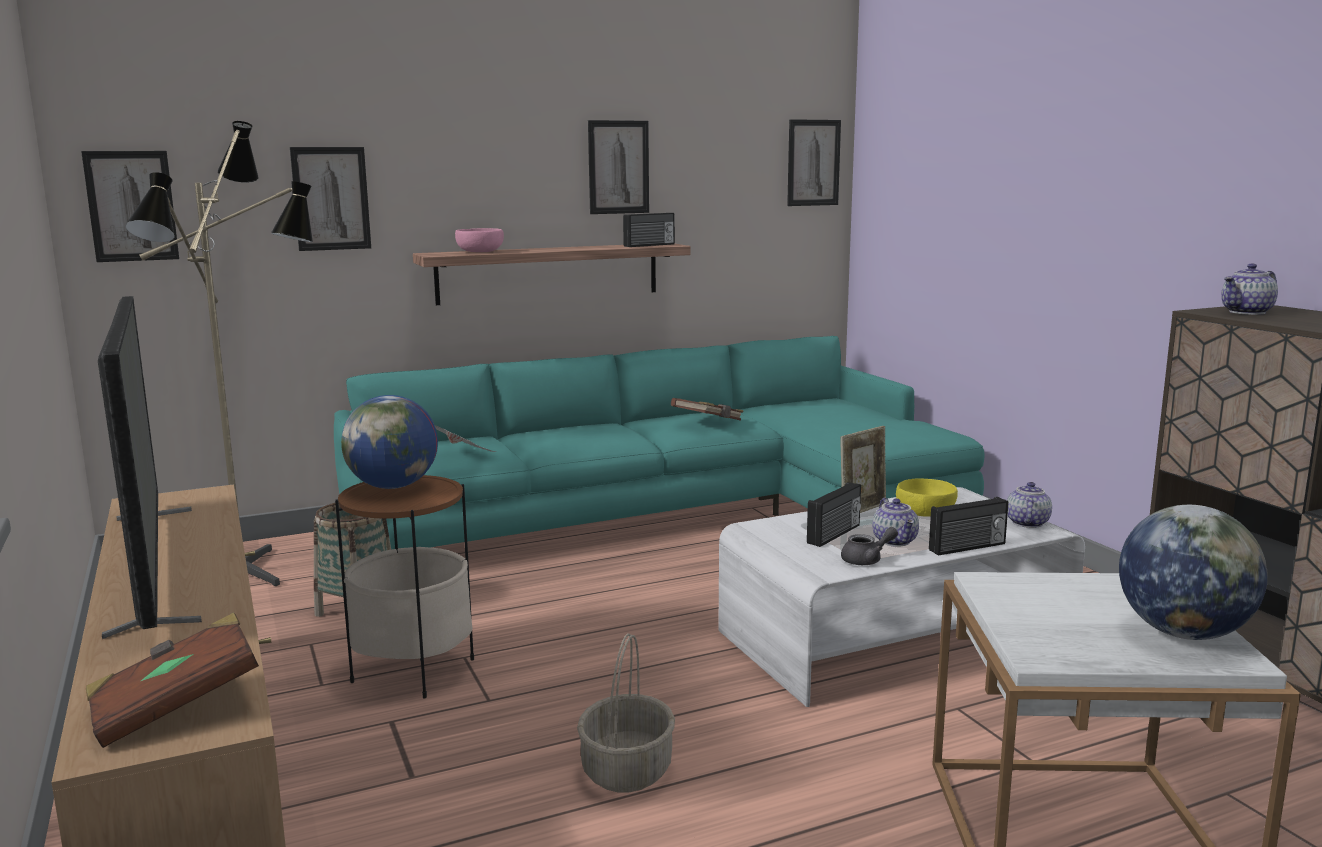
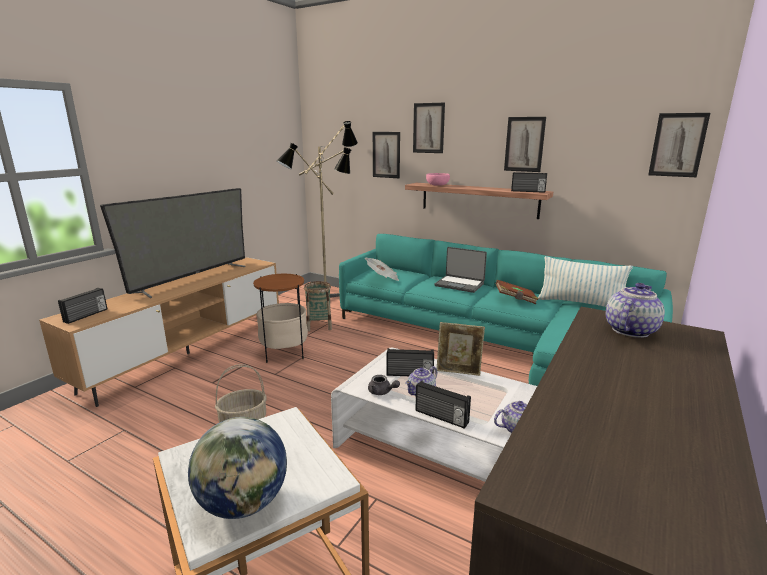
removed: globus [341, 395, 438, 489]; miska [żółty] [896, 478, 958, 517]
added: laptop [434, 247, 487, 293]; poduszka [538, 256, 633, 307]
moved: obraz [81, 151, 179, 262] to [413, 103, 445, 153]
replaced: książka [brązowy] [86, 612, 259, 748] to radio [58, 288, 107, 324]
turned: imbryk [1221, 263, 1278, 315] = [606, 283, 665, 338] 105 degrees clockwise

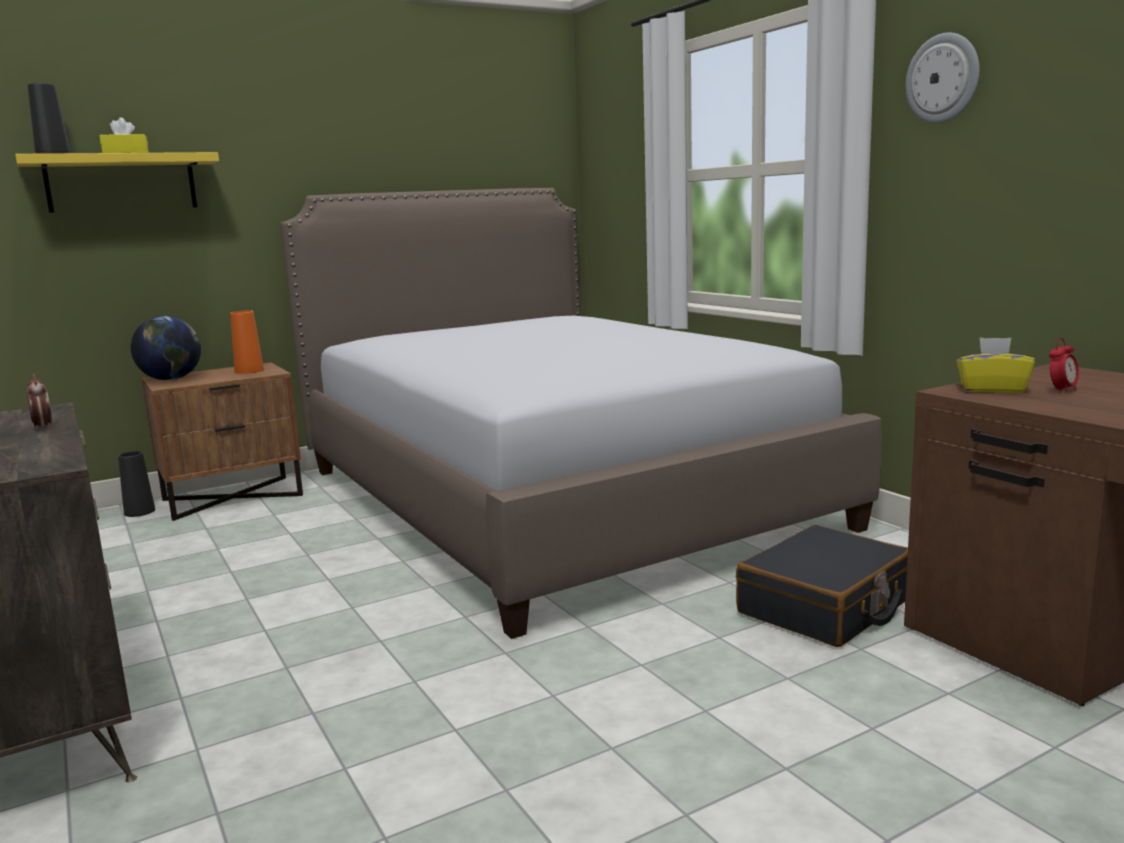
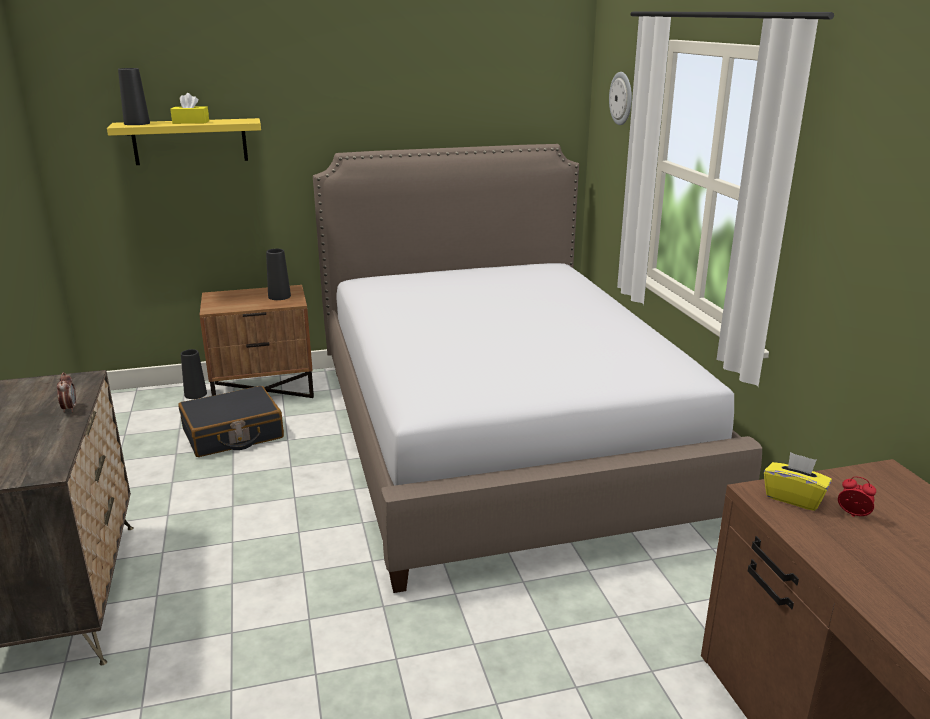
removed: globus [131, 316, 201, 380]
moved: zegar ścienny [906, 33, 980, 123] to [609, 72, 632, 125]; walizka [czarny] [736, 525, 908, 647] to [178, 386, 284, 457]
recoloured: wazon [pomarańczowy] [230, 310, 264, 374] to wazon [czarny] [266, 249, 291, 300]
turned: budzik [1049, 338, 1079, 393] = [838, 476, 876, 517] 120 degrees counterclockwise

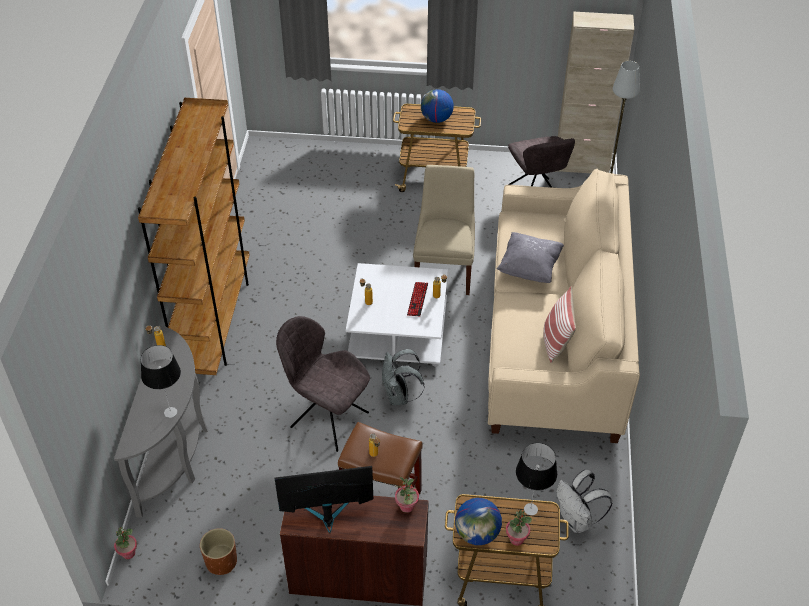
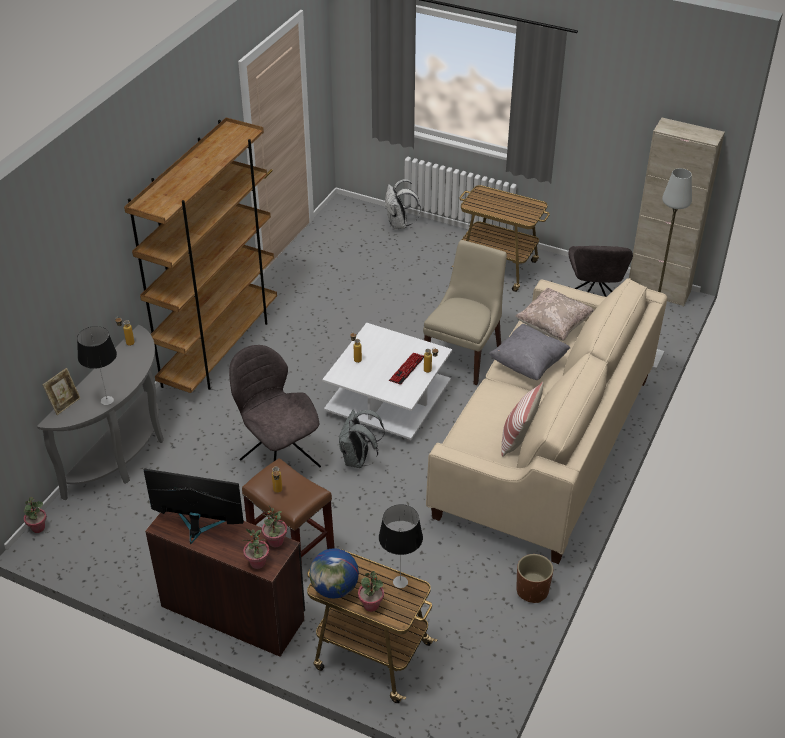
removed: globus [421, 89, 454, 123]
added: poduszka [beżowy] [516, 288, 594, 341]; ramka na zdjęcie [43, 368, 80, 415]; roślina doniczkowa [243, 529, 269, 569]
moved: plecak [biały] [556, 470, 612, 533] to [385, 179, 421, 230]; donica [brązowy] [200, 528, 237, 575] to [516, 554, 553, 603]

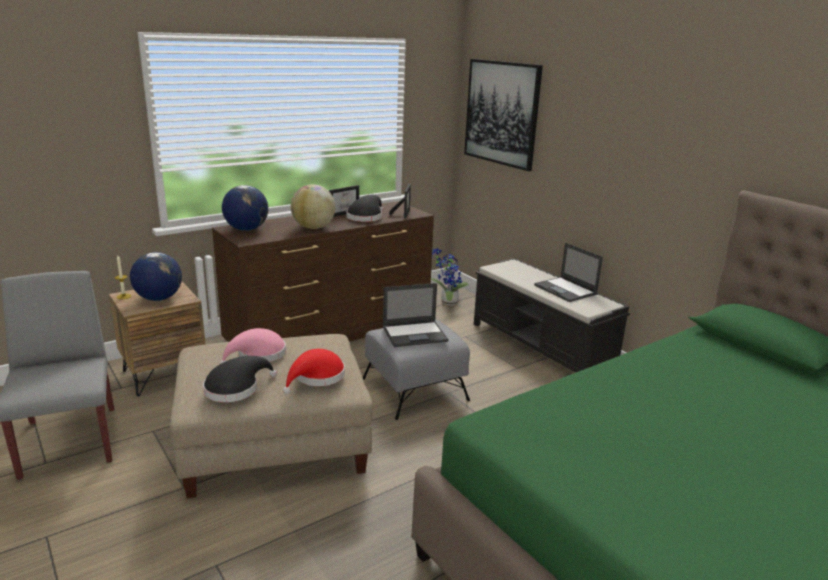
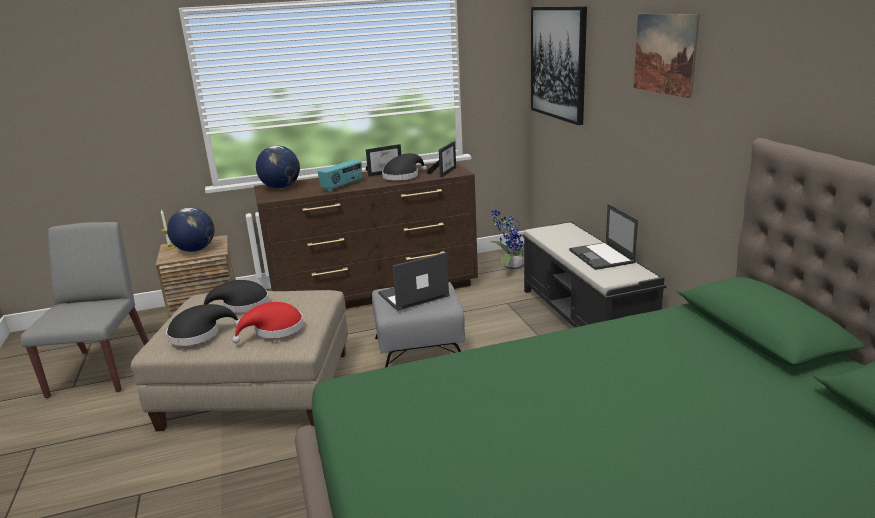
added: obraz [634, 14, 700, 98]
replaced: globus [291, 184, 335, 229] to radio [317, 160, 362, 192]
recoloured: kapelusz [różowy] [219, 328, 286, 365] to kapelusz [czarny] [204, 280, 269, 313]
turned: laptop [383, 283, 449, 347] = [378, 252, 450, 311] 150 degrees clockwise

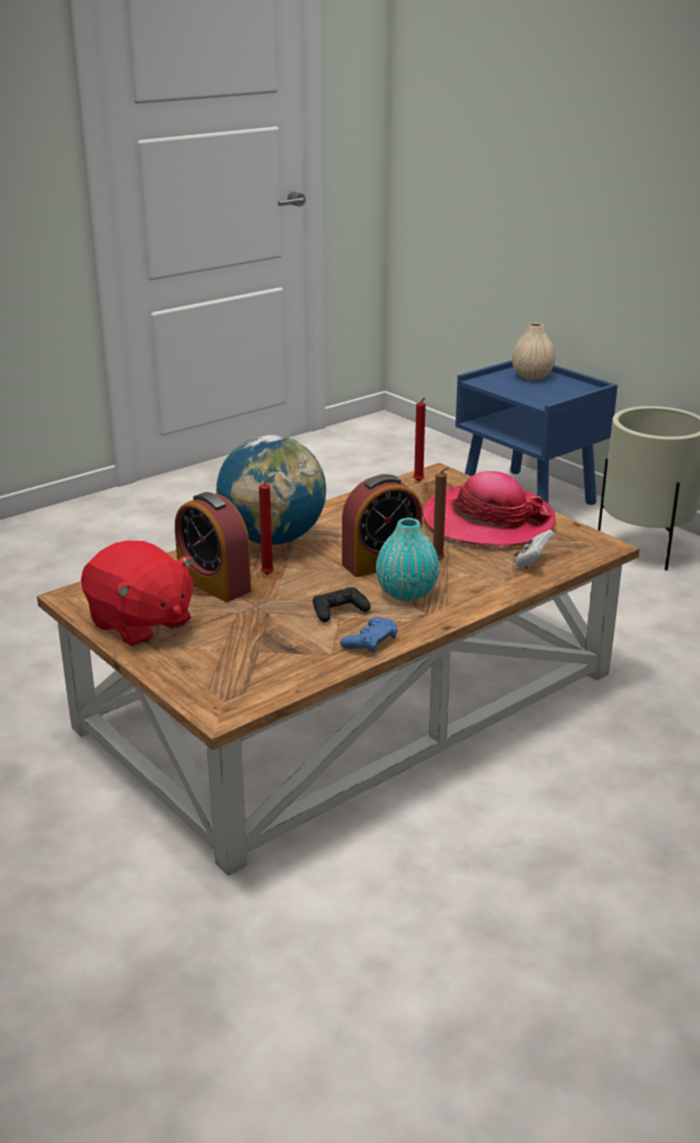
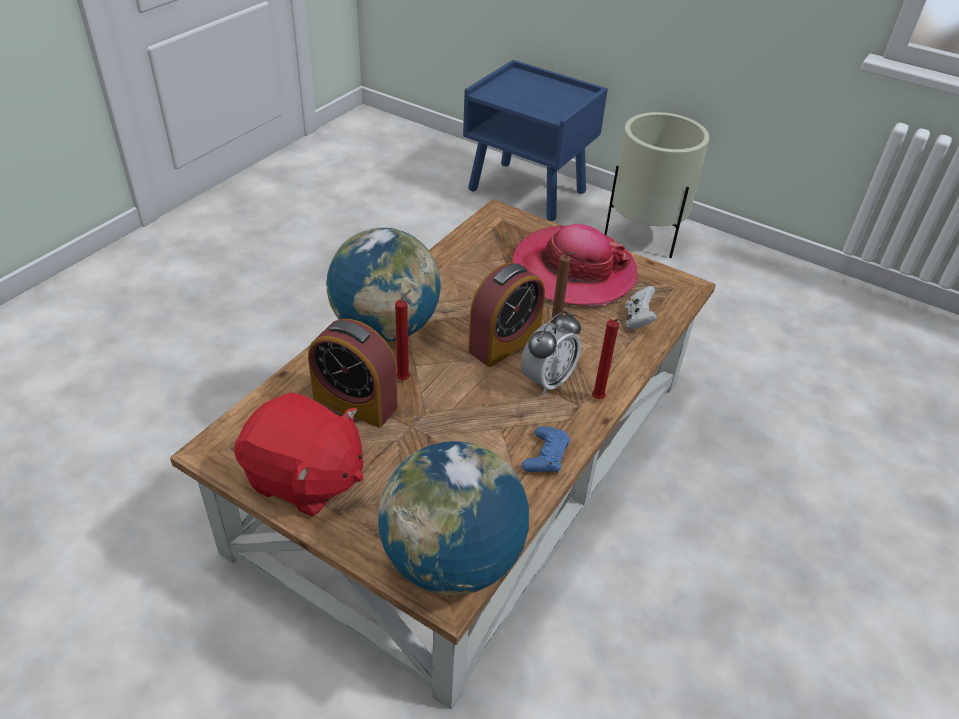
removed: wazon [beżowy] [512, 323, 555, 380]; pad do gier [czarny] [313, 587, 371, 622]
added: globus [378, 441, 529, 595]
moved: świeca [czerwony] [413, 398, 426, 482] to [592, 319, 624, 399]
replaced: wazon [turkusowy] [376, 518, 440, 601] to budzik [521, 311, 581, 395]

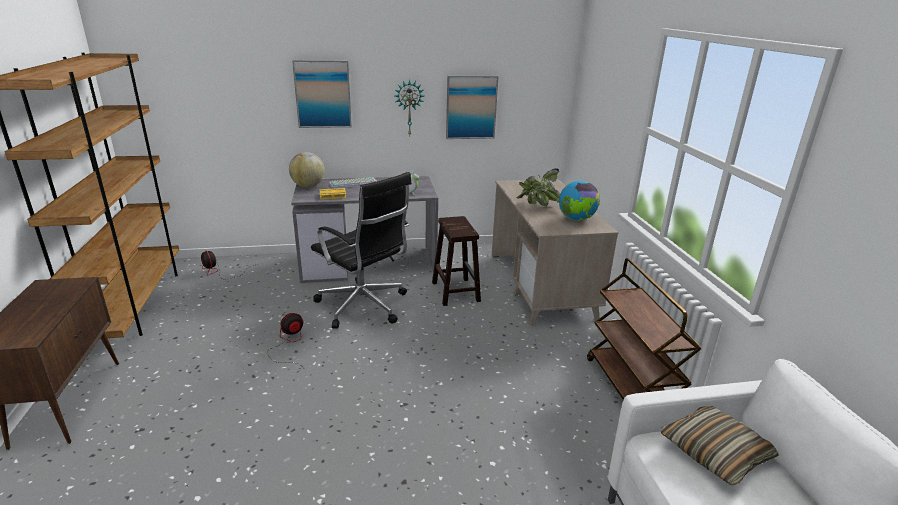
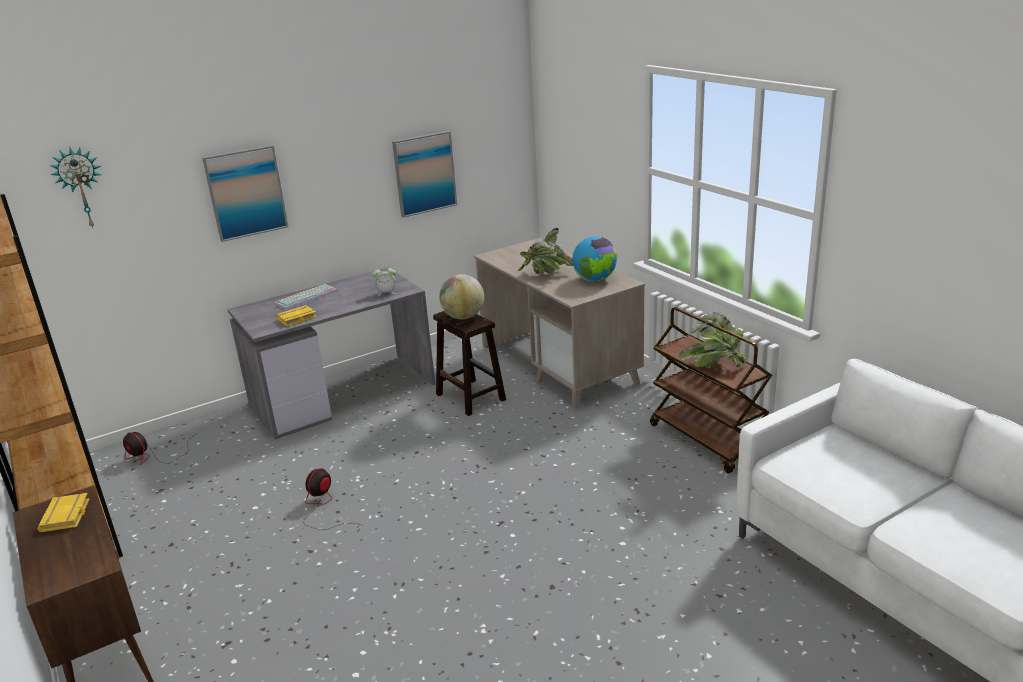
removed: krzesło biurowe [czarny] [311, 172, 412, 329]; poduszka [660, 406, 779, 485]
added: roślina doniczkowa [678, 312, 748, 368]; książka [żółty] [37, 493, 90, 532]
moved: zegar ścienny [395, 80, 424, 136] to [49, 147, 101, 228]; globus [289, 152, 325, 187] to [439, 274, 484, 319]

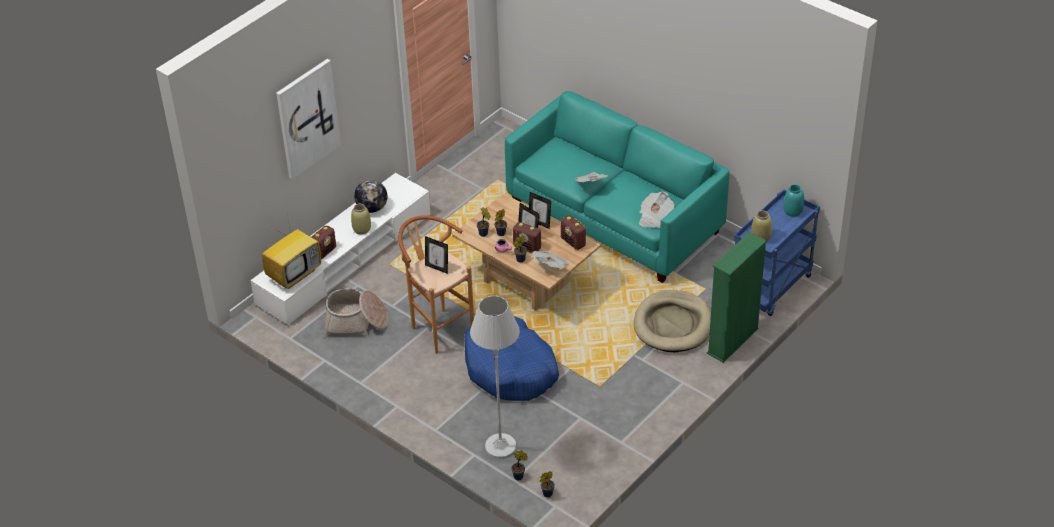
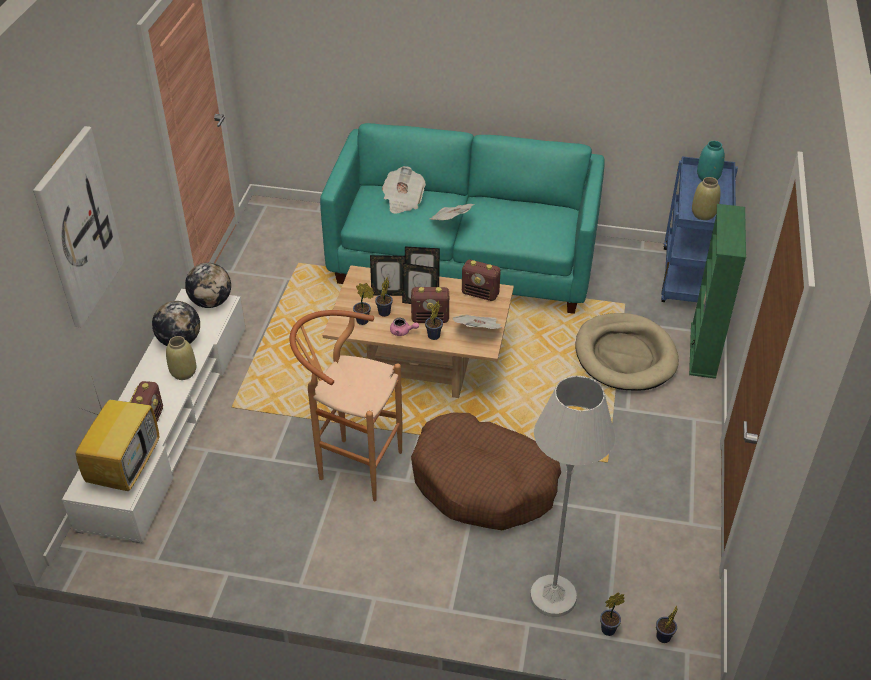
removed: koszyk [324, 288, 388, 338]
added: globus [185, 263, 231, 308]
moved: gazeta [639, 192, 674, 228] to [382, 166, 426, 213]; ramka na zdjęcie [425, 236, 448, 274] to [370, 255, 406, 296]
recoloured: legowisko [niebieski] [464, 315, 559, 401] to legowisko [brązowy] [411, 413, 561, 530]

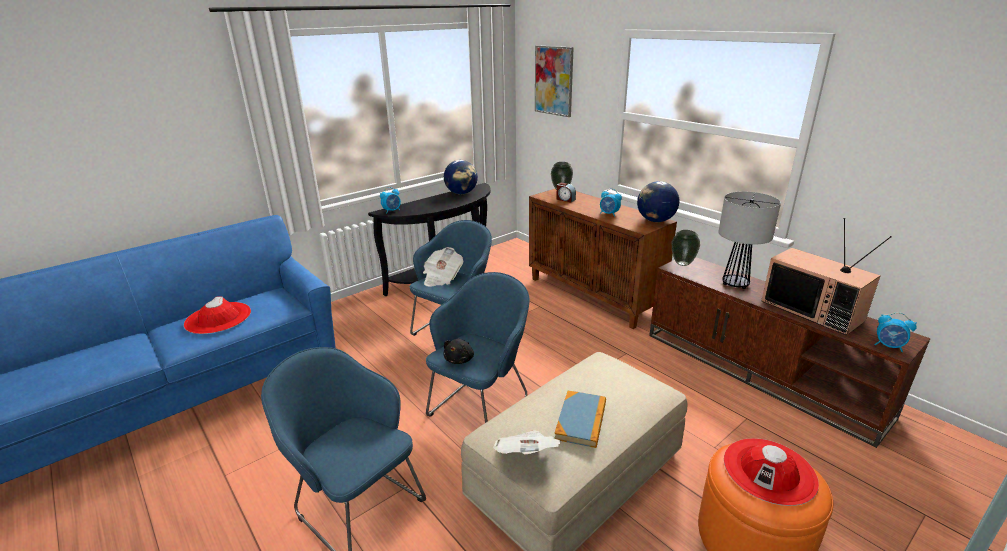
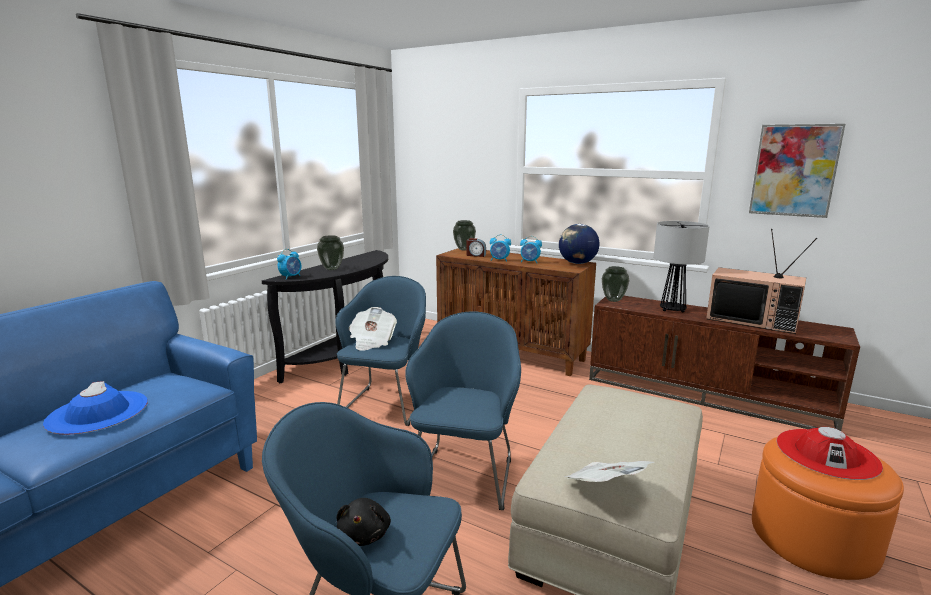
removed: globus [444, 160, 478, 194]; książka [554, 391, 606, 448]
added: wazon [317, 235, 344, 270]
moved: obraz [535, 45, 574, 117] to [749, 124, 845, 218]; budzik [874, 312, 917, 352] to [490, 234, 511, 262]; pluszak [czarny] [444, 339, 474, 364] to [336, 498, 391, 546]
recoloured: kapelusz [czerwony] [184, 297, 251, 334] to kapelusz [niebieski] [43, 381, 148, 435]

